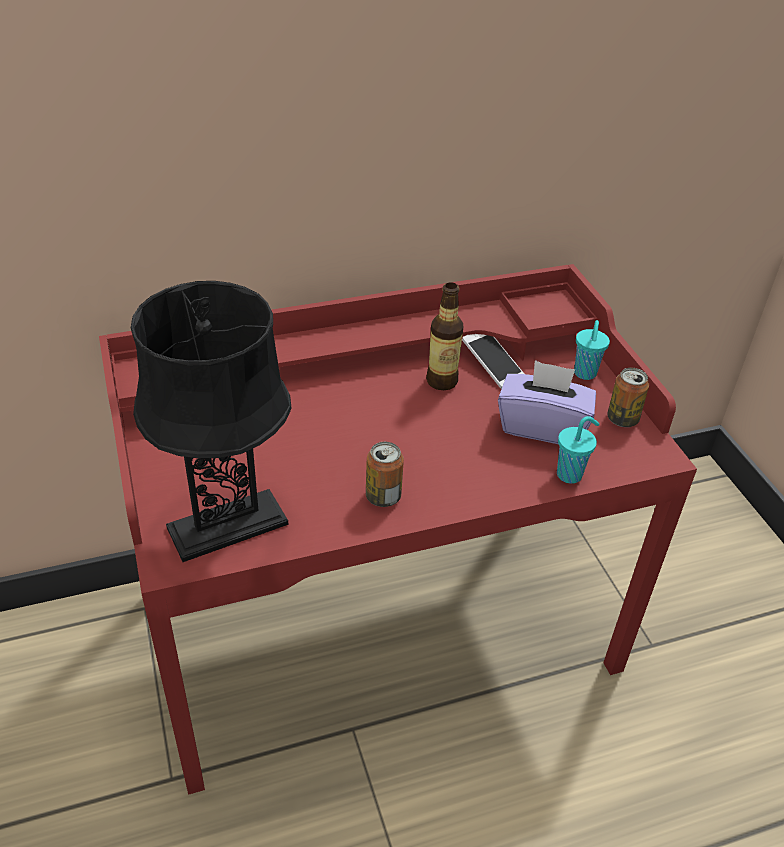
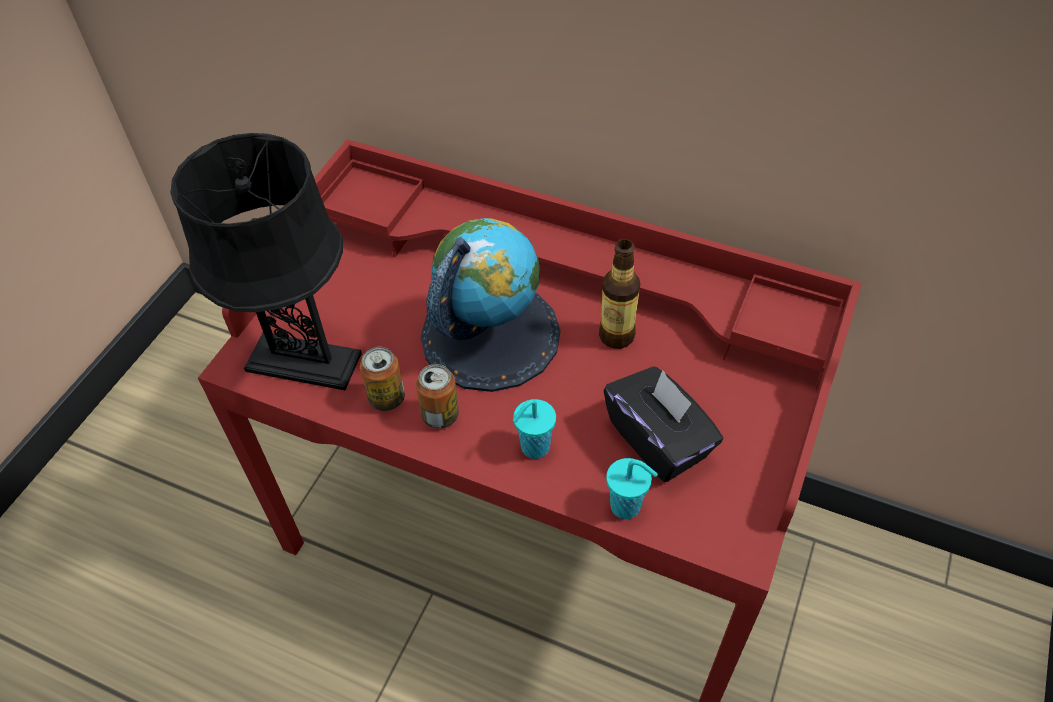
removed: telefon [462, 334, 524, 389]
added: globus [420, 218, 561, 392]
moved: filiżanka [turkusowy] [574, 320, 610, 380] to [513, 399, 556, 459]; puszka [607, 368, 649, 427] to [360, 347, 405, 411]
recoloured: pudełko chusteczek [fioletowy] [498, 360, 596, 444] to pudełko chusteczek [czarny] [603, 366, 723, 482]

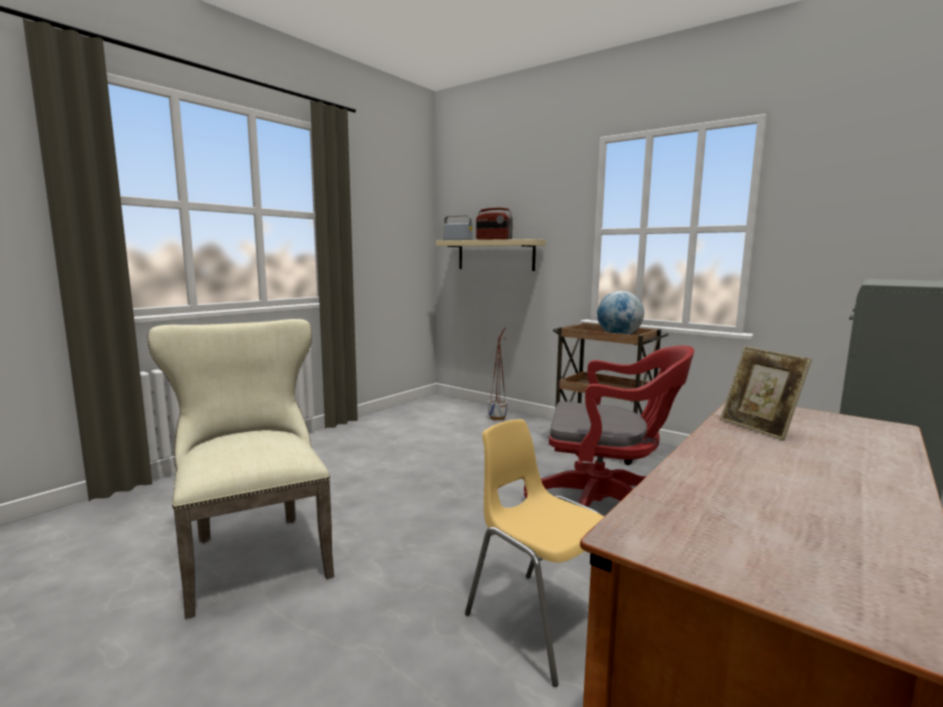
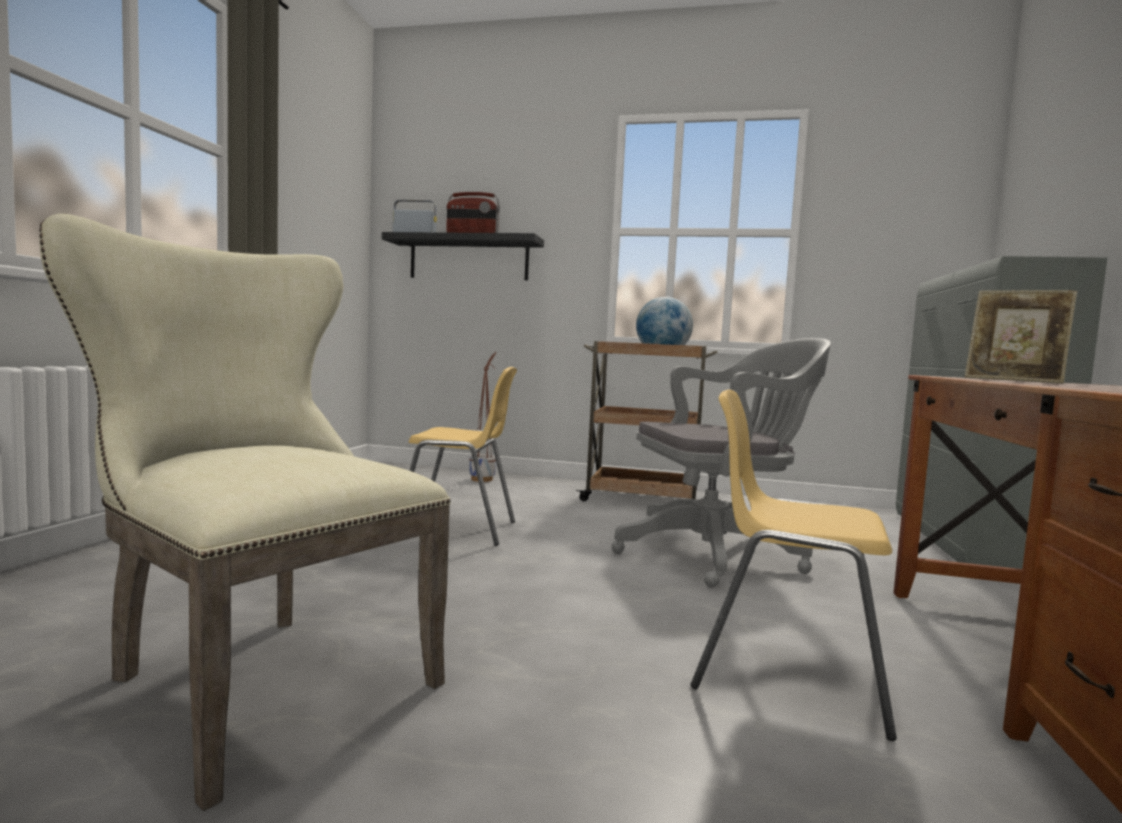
added: krzesło [żółty] [408, 367, 517, 546]
recoloured: półka [beżowy] [436, 239, 546, 271] to półka [czarny] [382, 232, 544, 280]; krzesło biurowe [czerwony] [524, 346, 694, 507] to krzesło biurowe [szary] [611, 338, 831, 587]

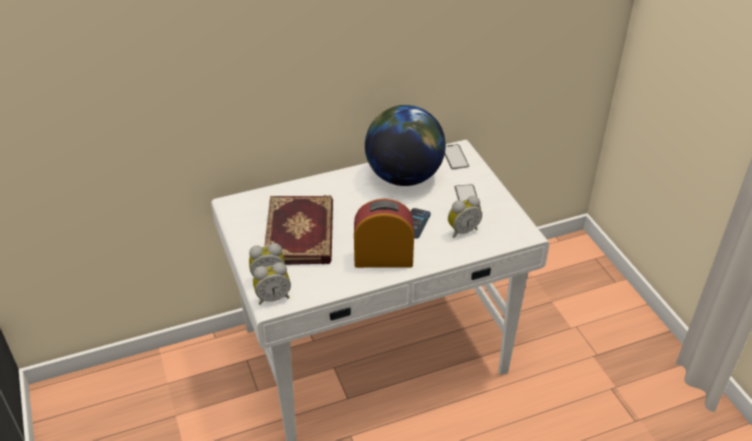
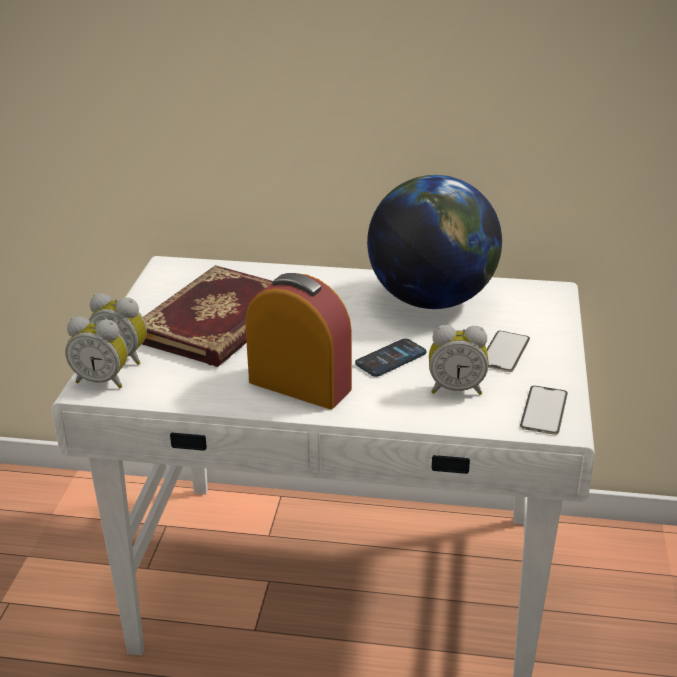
moved: telefon [445, 144, 469, 169] to [520, 385, 568, 435]

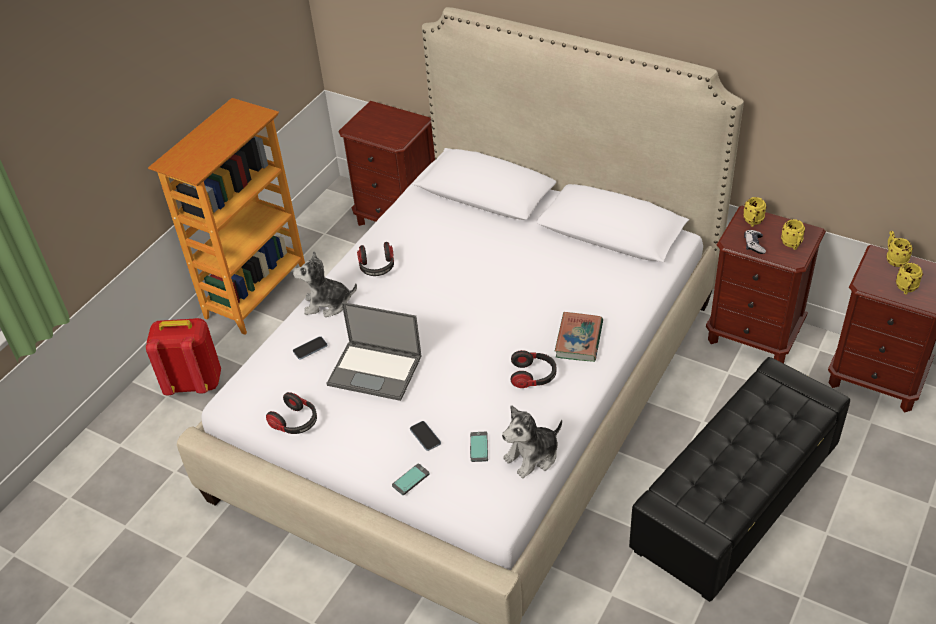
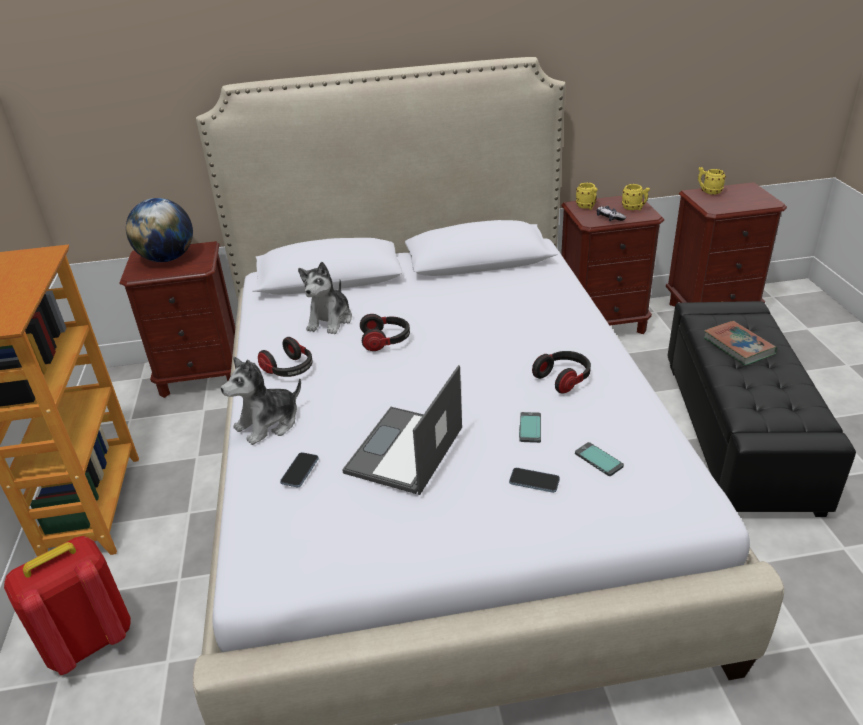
removed: kubek [żółty] [896, 263, 923, 295]
added: globus [126, 198, 193, 262]
moved: książka [555, 312, 603, 362] to [704, 321, 777, 366]; słuchawki [266, 392, 317, 434] to [360, 314, 410, 351]; pluszak [502, 405, 562, 478] to [298, 262, 352, 334]; telefon [392, 464, 430, 495] to [519, 412, 541, 443]
turned: laptop [327, 302, 422, 401] = [342, 365, 462, 495] 135 degrees clockwise

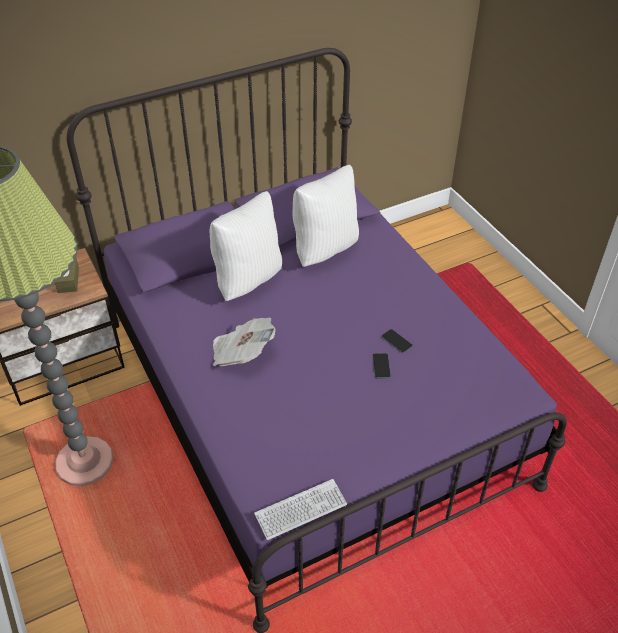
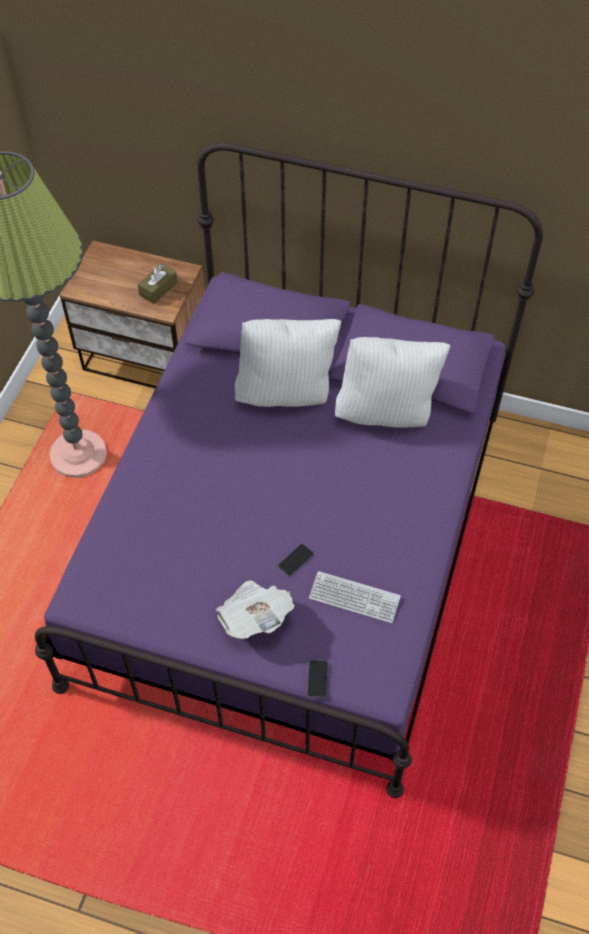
moved: gazeta [213, 318, 275, 366] to [216, 581, 295, 639]; telefon [381, 329, 413, 353] to [307, 660, 328, 698]; klawiatura [254, 479, 347, 540] to [309, 571, 401, 623]

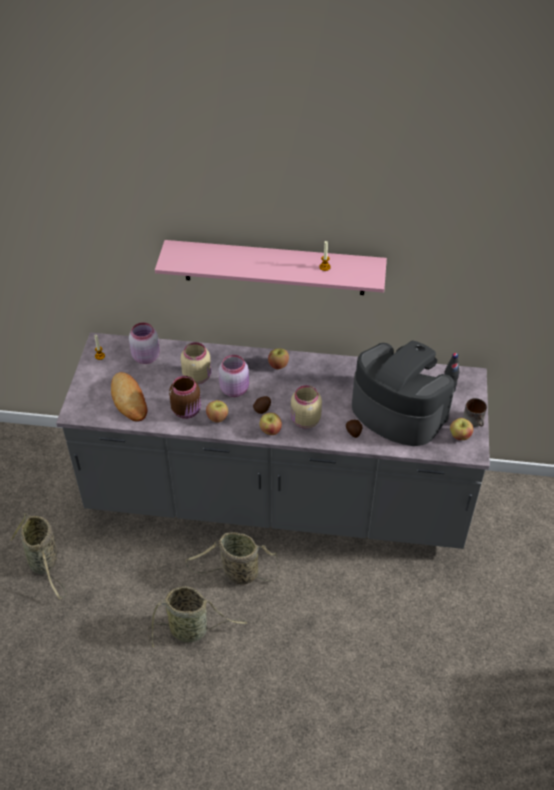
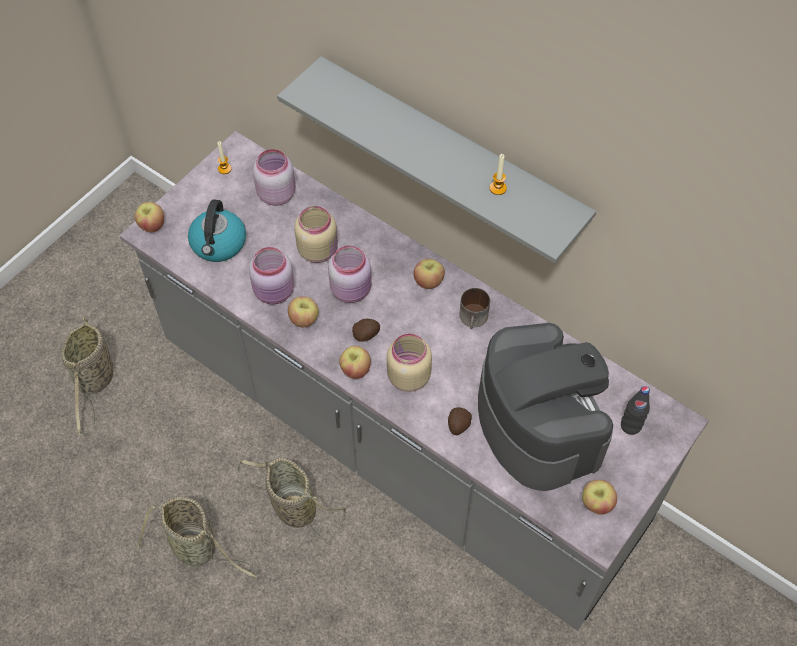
added: jabłko [135, 202, 164, 232]
moved: kubek [463, 398, 487, 427] to [459, 288, 490, 329]
replaced: chleb [111, 372, 148, 422] to czajnik [188, 200, 246, 262]
recoloured: półka [różowy] [155, 240, 387, 295] to półka [szary] [277, 56, 596, 263]; słoik [brązowy] [169, 376, 201, 419] to słoik [różowy] [249, 247, 294, 305]

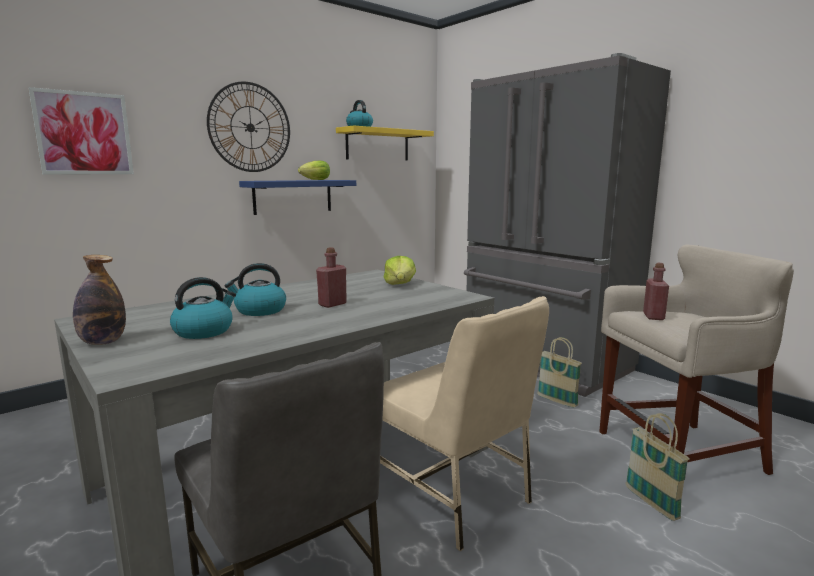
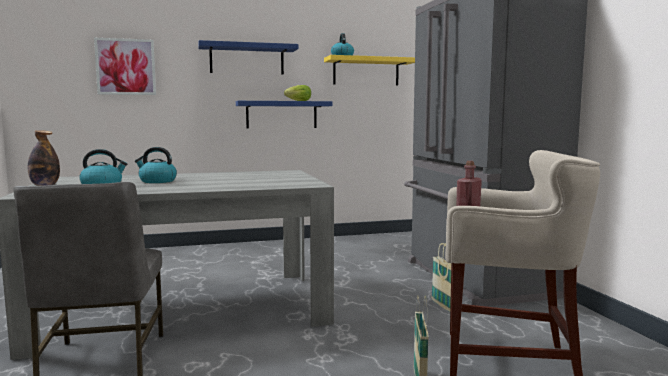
removed: butelka [czerwony] [316, 247, 347, 308]; sałata [384, 256, 416, 285]; krzesło [beżowy] [380, 296, 549, 551]
replaced: zegar ścienny [207, 81, 290, 172] to półka [niebieski] [198, 40, 298, 75]

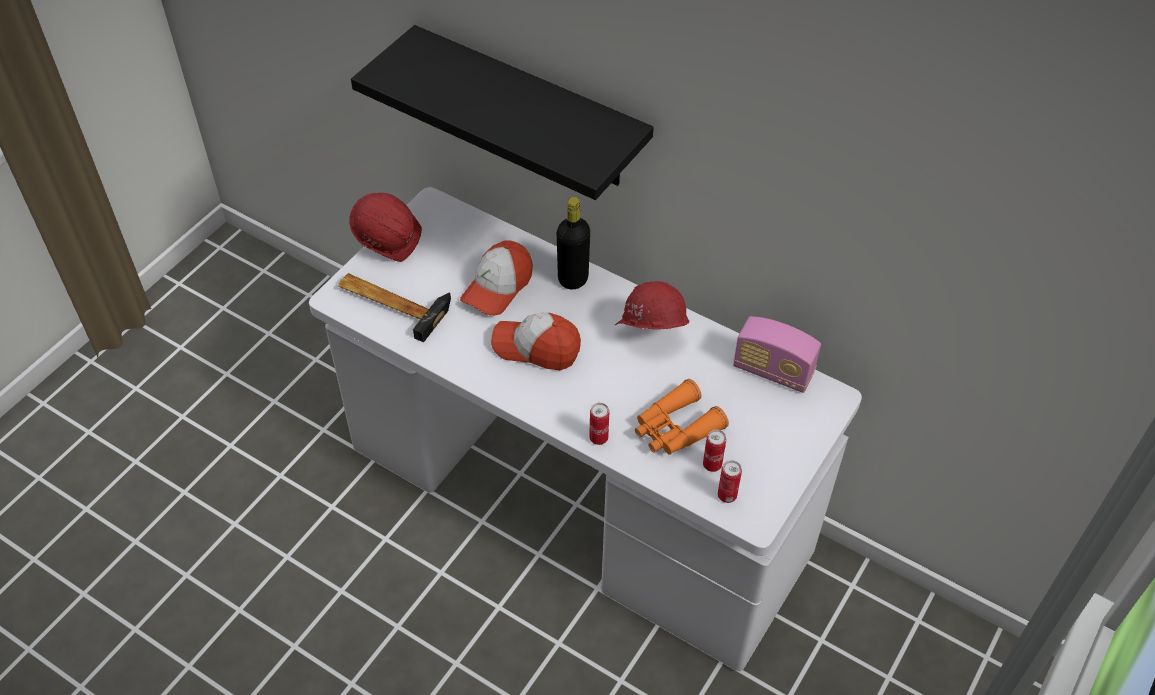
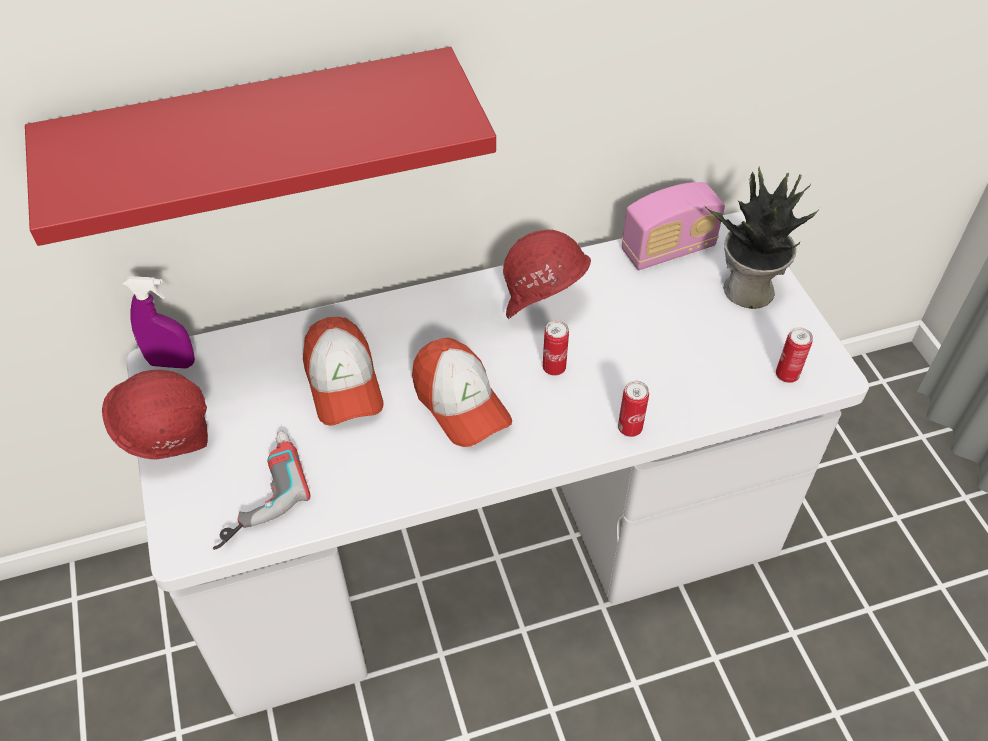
removed: butelka [czarny] [557, 197, 590, 289]; lornetka [pomarańczowy] [635, 379, 729, 455]
added: roślina doniczkowa [704, 167, 820, 309]; spryskiwacz [fioletowy] [122, 276, 195, 369]
moved: puszka [703, 430, 726, 472] to [543, 320, 569, 376]
replaced: młotek [338, 273, 451, 342] to wiertarka [213, 430, 310, 550]
recoloured: półka [czarny] [351, 25, 654, 200] to półka [czerwony] [25, 47, 496, 246]
turned: czapka z daszkiem [491, 313, 581, 370] = [412, 338, 512, 447] 90 degrees counterclockwise

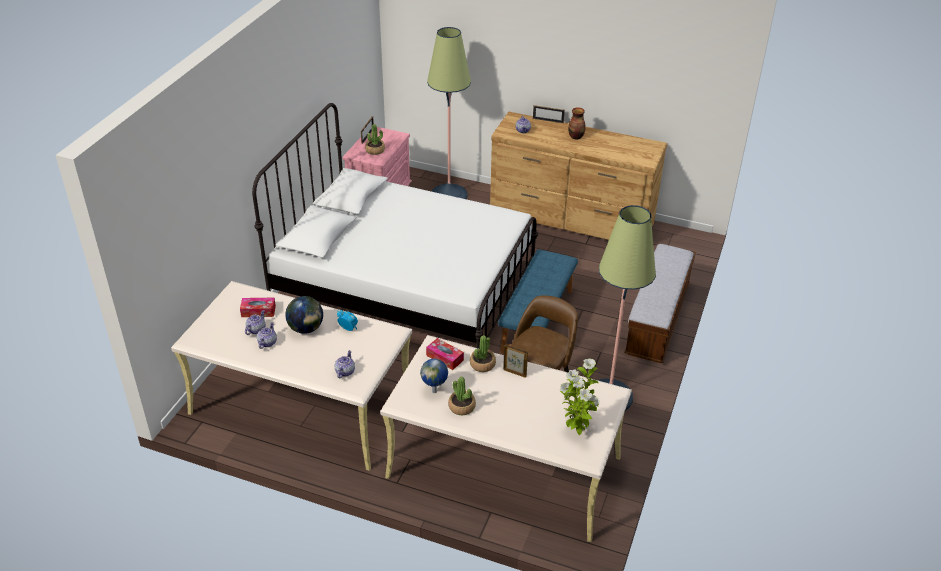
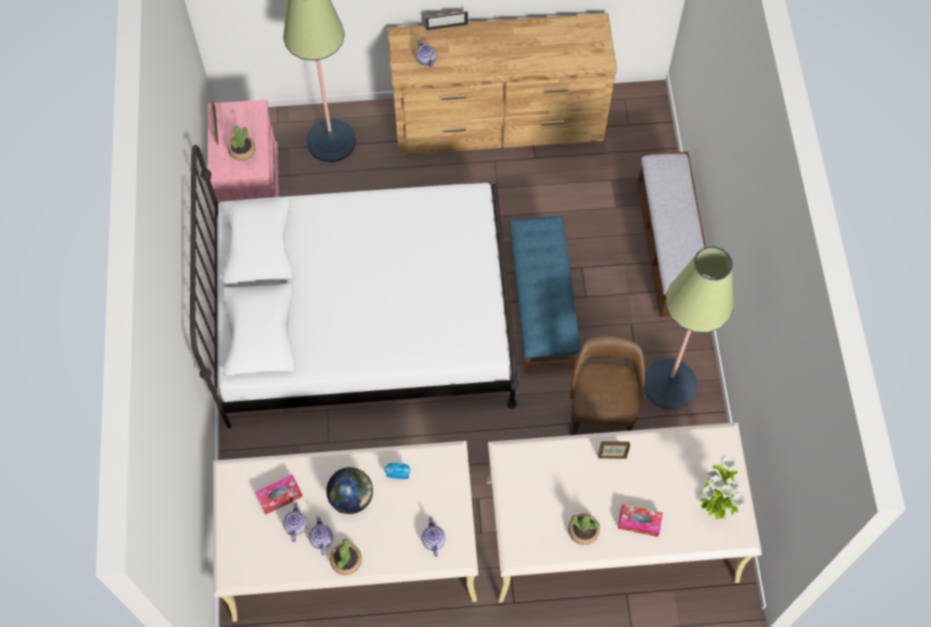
removed: wazon [568, 107, 586, 139]; globus [420, 359, 448, 393]
moved: roślina doniczkowa [470, 335, 496, 372] to [330, 538, 362, 575]; pudełko chusteczek [426, 338, 464, 370] to [618, 504, 663, 537]

